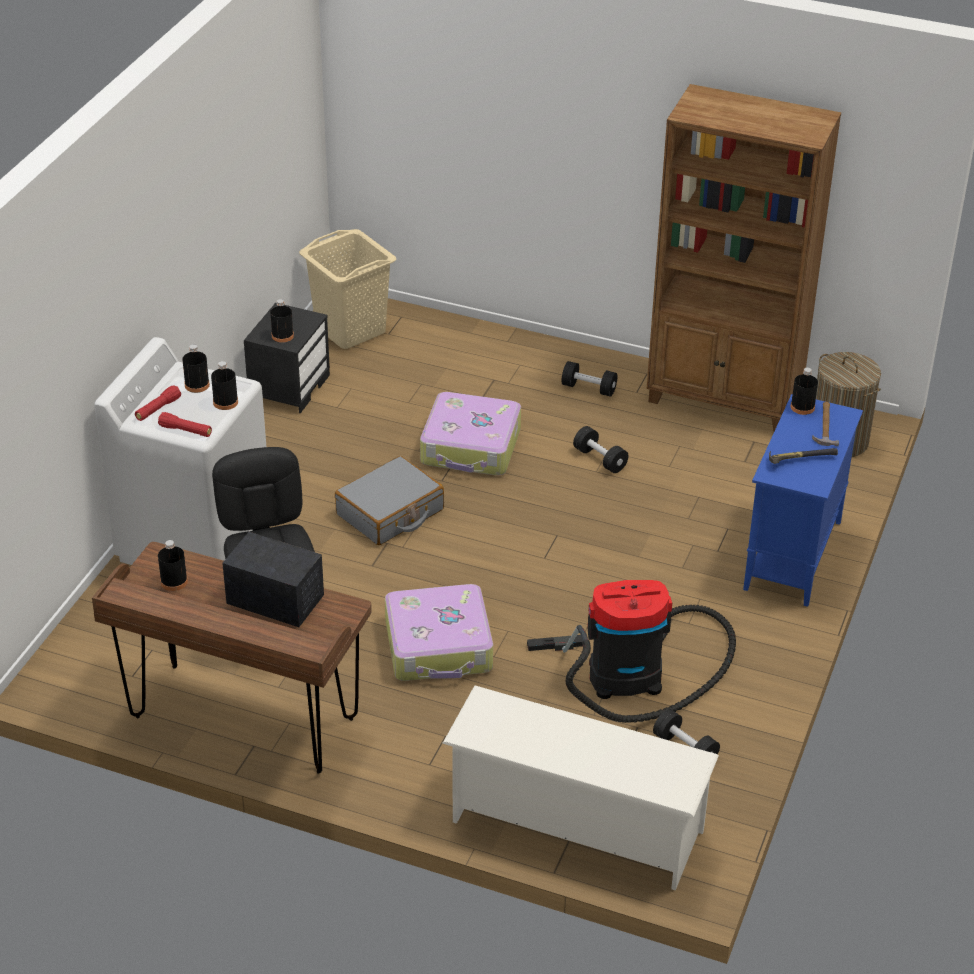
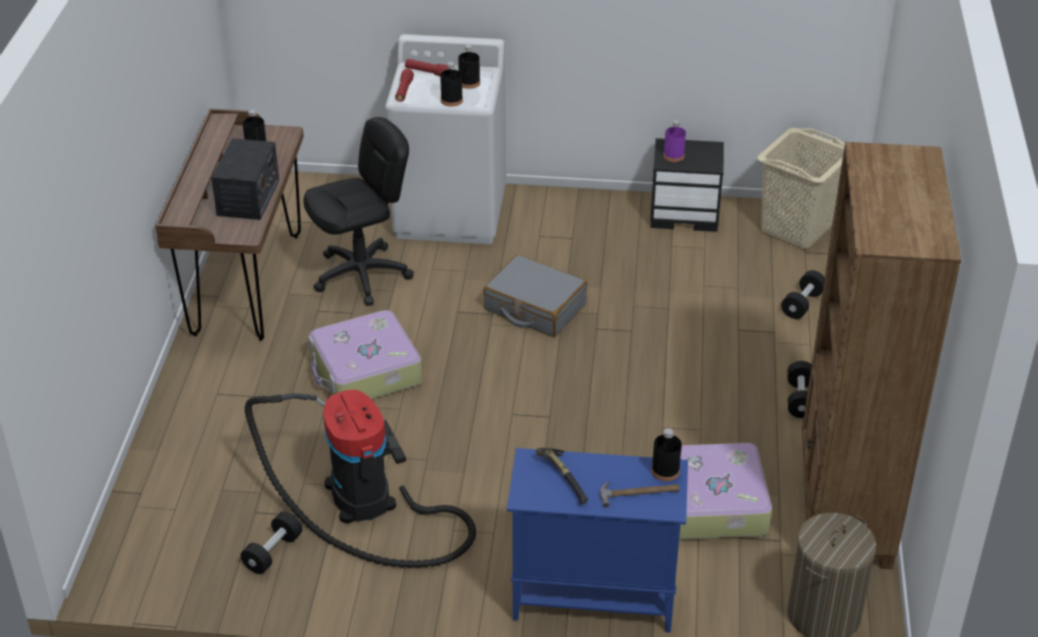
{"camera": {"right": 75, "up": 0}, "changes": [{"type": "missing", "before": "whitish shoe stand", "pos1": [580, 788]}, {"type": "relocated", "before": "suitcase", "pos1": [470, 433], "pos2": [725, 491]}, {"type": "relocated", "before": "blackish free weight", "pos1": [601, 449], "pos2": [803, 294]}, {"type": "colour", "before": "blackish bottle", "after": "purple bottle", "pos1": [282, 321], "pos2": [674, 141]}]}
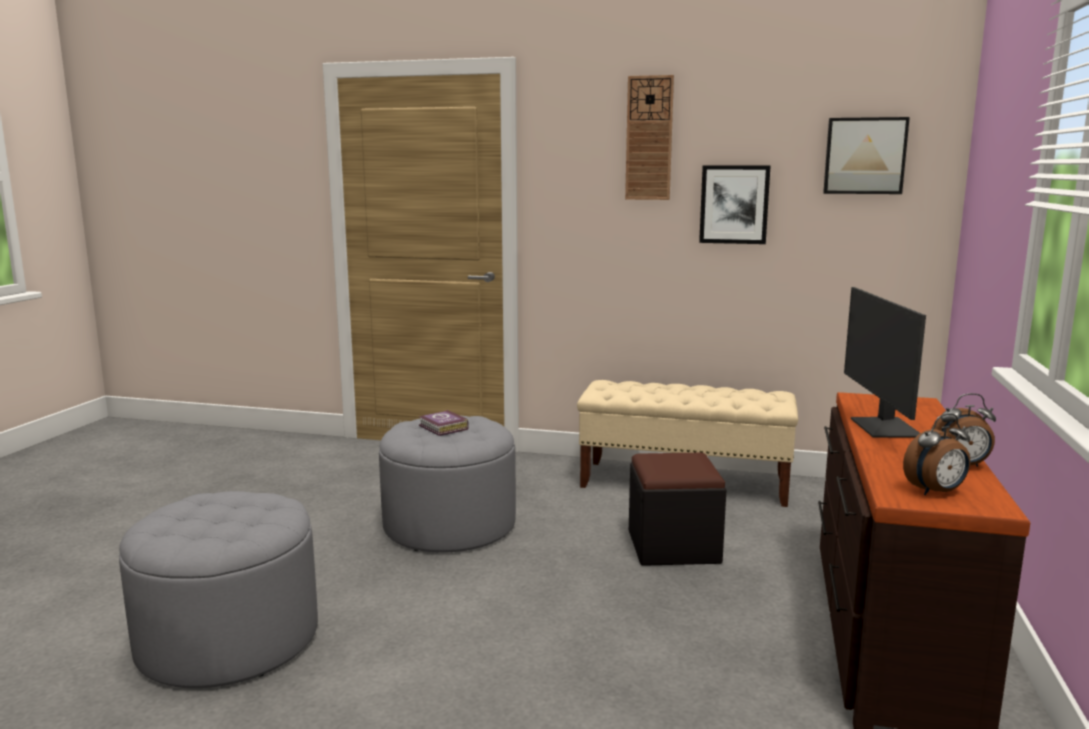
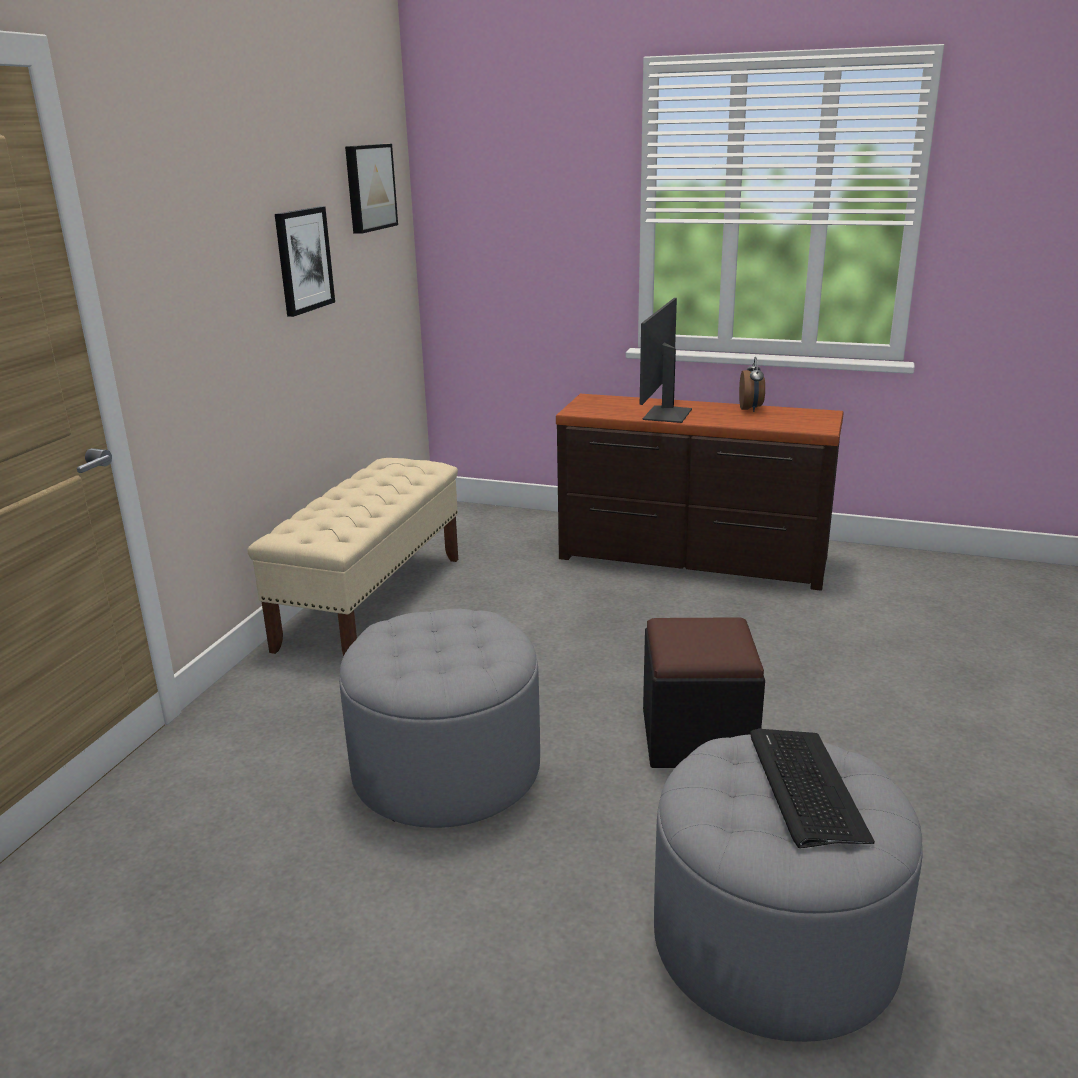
{"camera": {"right": -85, "up": 10}, "changes": [{"type": "missing", "before": "bound book", "pos1": [444, 423]}, {"type": "missing", "before": "clock on the wall", "pos1": [649, 137]}, {"type": "missing", "before": "alarm clock", "pos1": [936, 454]}, {"type": "appeared", "after": "PC keyboard", "pos2": [812, 788]}, {"type": "relocated", "before": "blackish pouffe", "pos1": [677, 509], "pos2": [704, 692]}, {"type": "spun", "before": "computer display", "pos1": [885, 362], "pos2": [666, 360], "turn": 105}]}
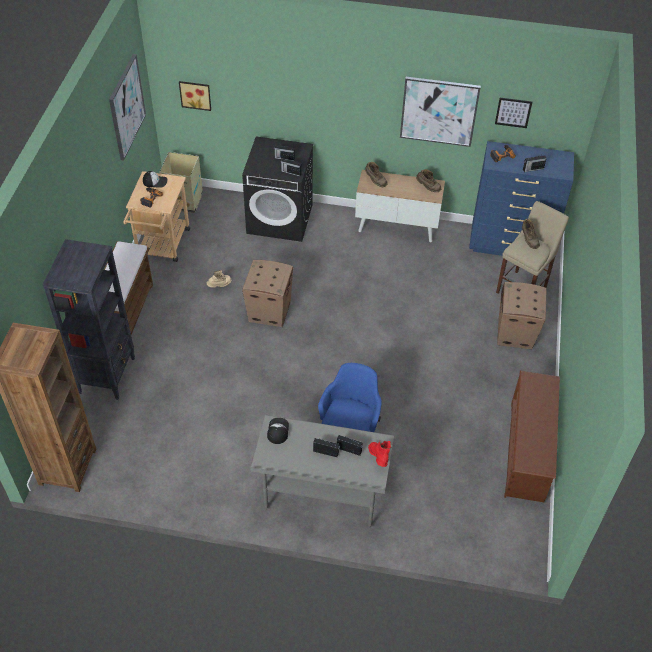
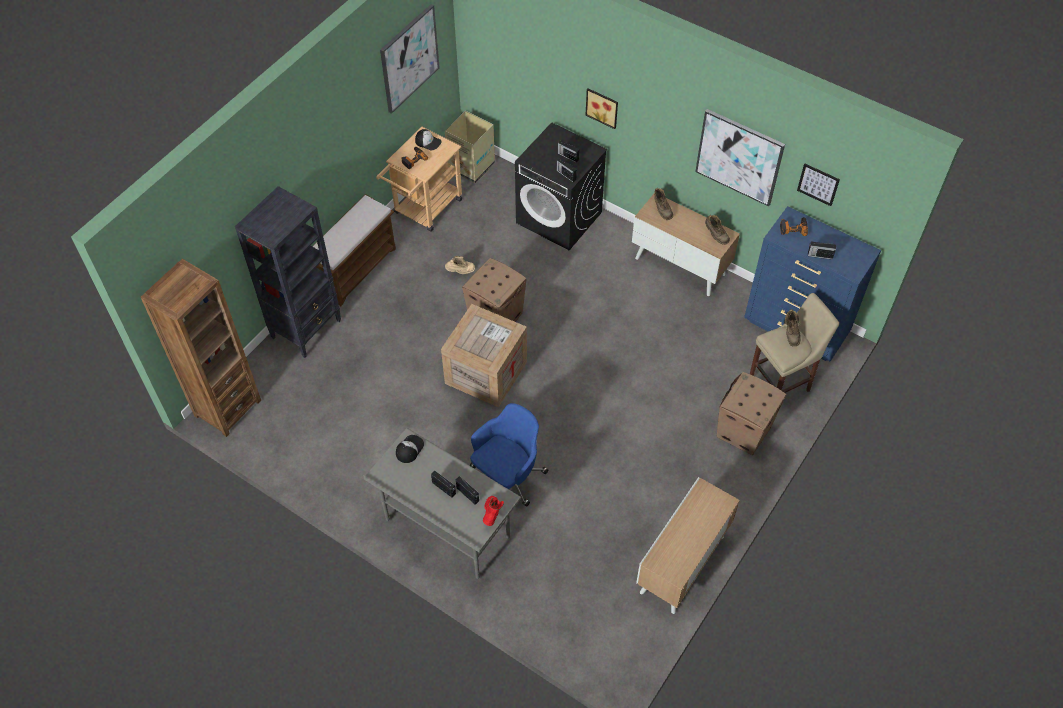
{"camera": {"right": 25, "up": 5}, "changes": [{"type": "appeared", "after": "packing crate", "pos2": [484, 355]}, {"type": "relocated", "before": "wall picture", "pos1": [195, 96], "pos2": [602, 108]}, {"type": "exchanged", "before": "brown shoe stand", "after": "storage cabinet", "pos1": [532, 436], "pos2": [688, 545]}]}
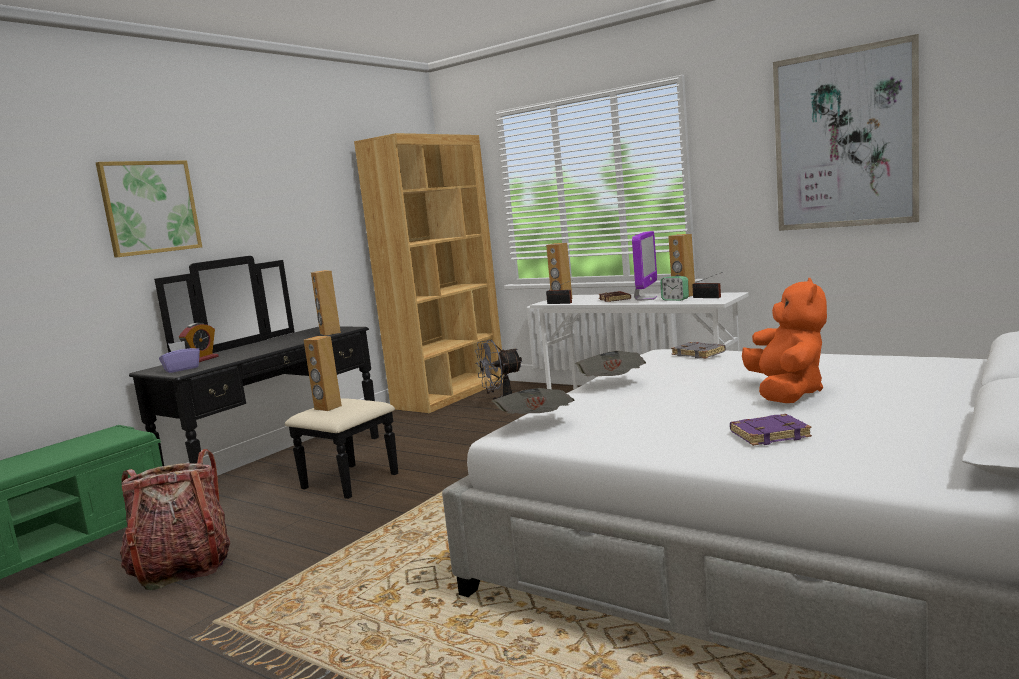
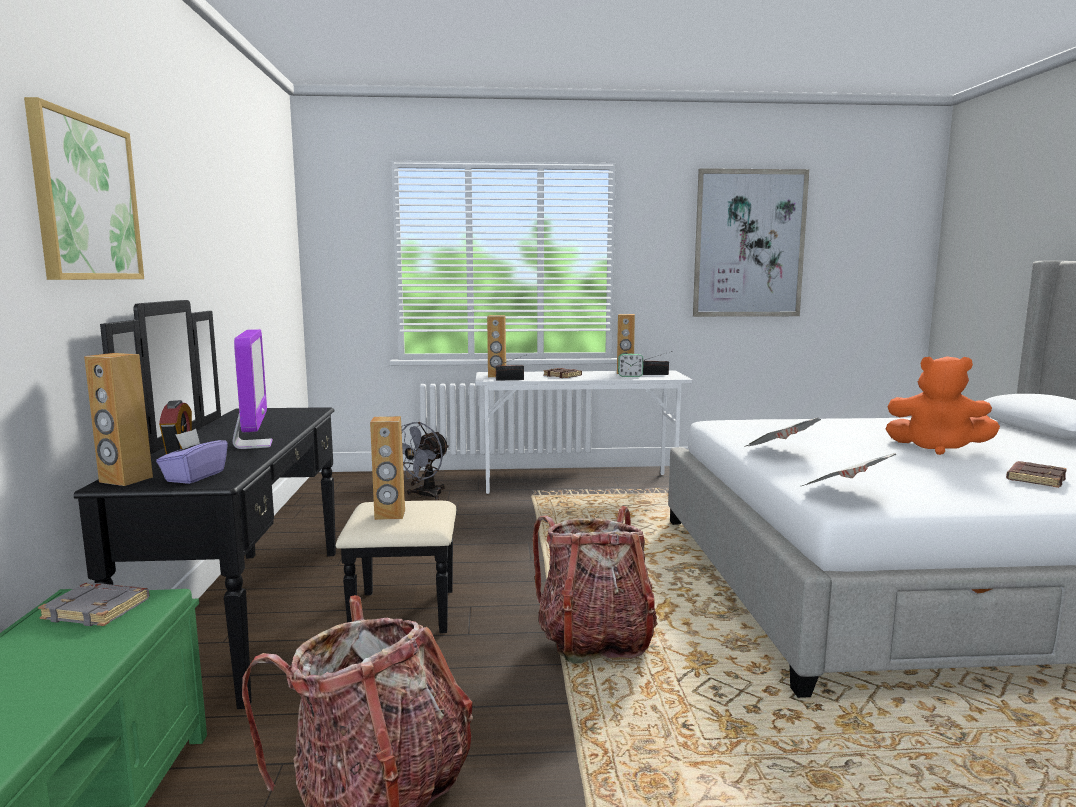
{"camera": {"right": -40, "up": 0}, "changes": [{"type": "missing", "before": "brown shelving unit", "pos1": [429, 273]}, {"type": "appeared", "after": "backpack", "pos2": [595, 585]}, {"type": "relocated", "before": "brown loudspeaker", "pos1": [326, 303], "pos2": [118, 419]}, {"type": "relocated", "before": "computer display", "pos1": [644, 265], "pos2": [253, 389]}, {"type": "relocated", "before": "grey bound book", "pos1": [698, 350], "pos2": [93, 604]}, {"type": "colour", "before": "purple bound book", "after": "brown bound book", "pos1": [771, 430], "pos2": [1036, 474]}, {"type": "spun", "before": "orange-coloured cuddly toy", "pos1": [784, 340], "pos2": [942, 405], "turn": 150}]}
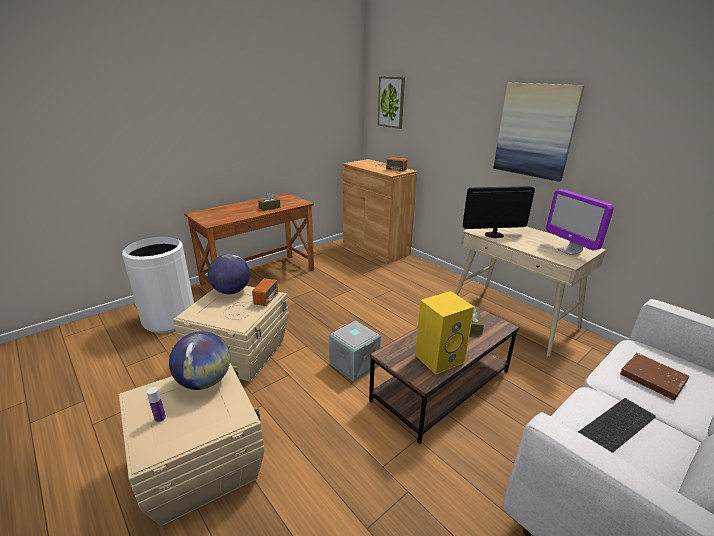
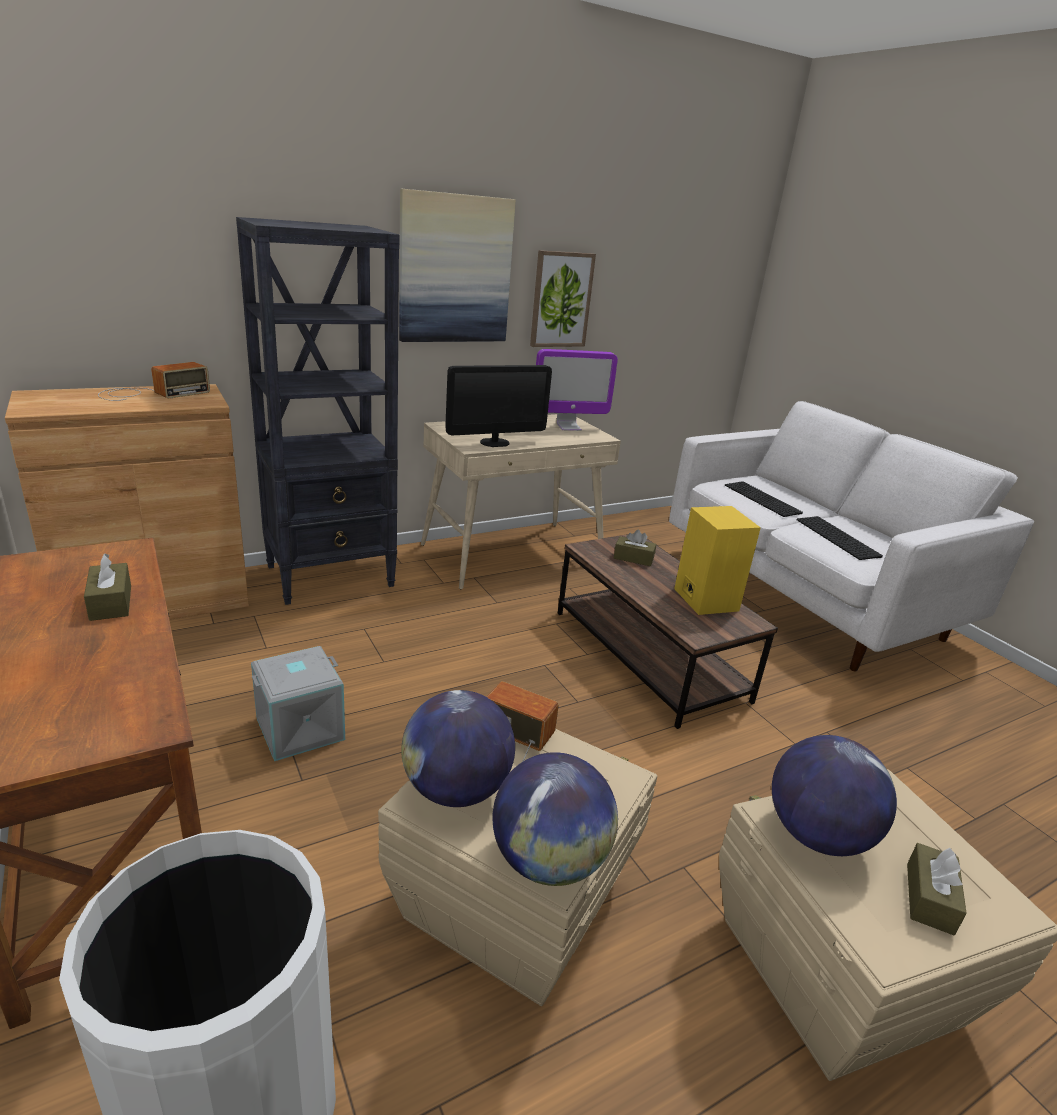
{"camera": {"right": -80, "up": 0}, "changes": [{"type": "appeared", "after": "blackish shelving unit", "pos2": [318, 411]}, {"type": "appeared", "after": "desk globe", "pos2": [555, 819]}, {"type": "relocated", "before": "grey storage container", "pos1": [355, 351], "pos2": [298, 703]}, {"type": "relocated", "before": "wall picture", "pos1": [391, 102], "pos2": [563, 298]}, {"type": "exchanged", "before": "bottle", "after": "brown tissue box", "pos1": [156, 404], "pos2": [937, 889]}, {"type": "exchanged", "before": "brown bound book", "after": "PC keyboard", "pos1": [654, 376], "pos2": [764, 499]}, {"type": "spun", "before": "computer display", "pos1": [499, 212], "pos2": [499, 406], "turn": -120}]}
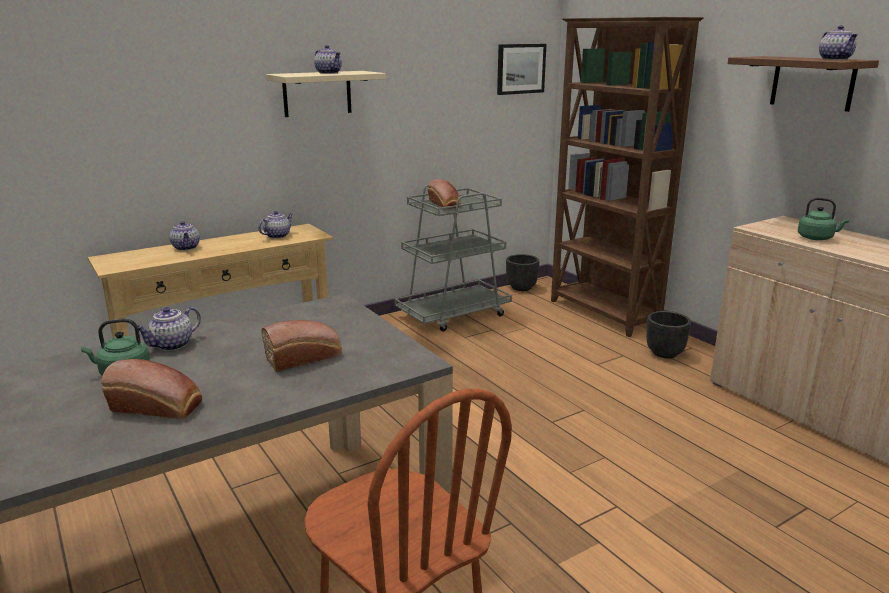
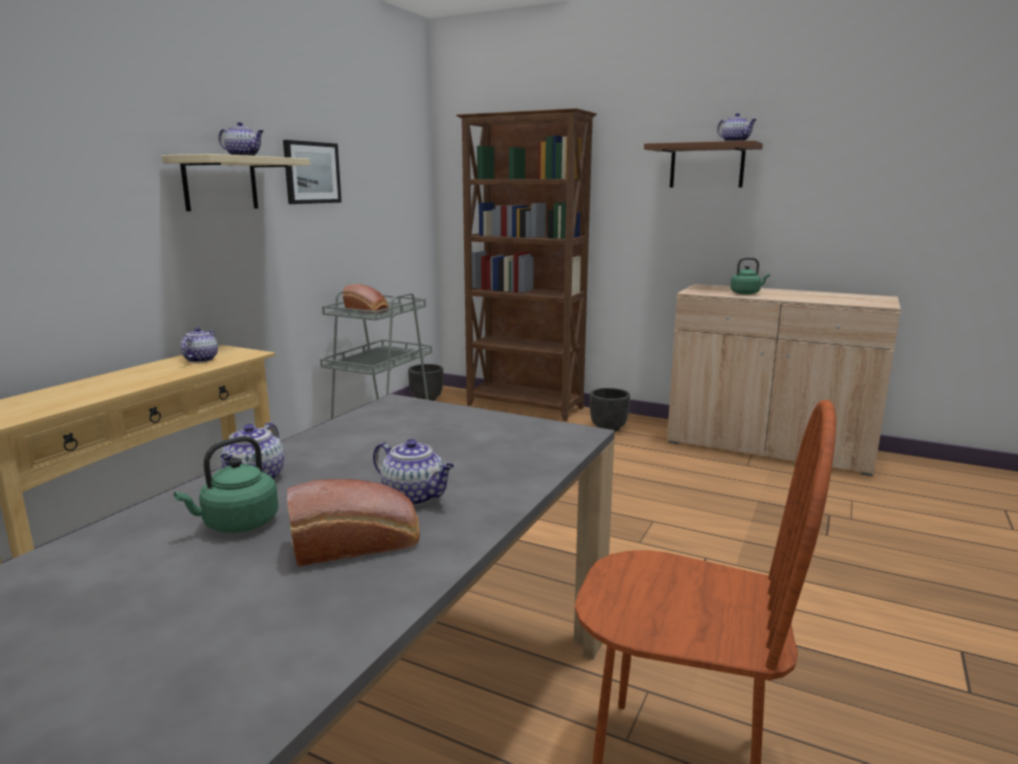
{"camera": {"right": -30, "up": -5}, "changes": [{"type": "missing", "before": "baked bread", "pos1": [301, 346]}, {"type": "relocated", "before": "tea pot", "pos1": [184, 236], "pos2": [413, 472]}, {"type": "relocated", "before": "wall picture", "pos1": [521, 69], "pos2": [312, 172]}]}
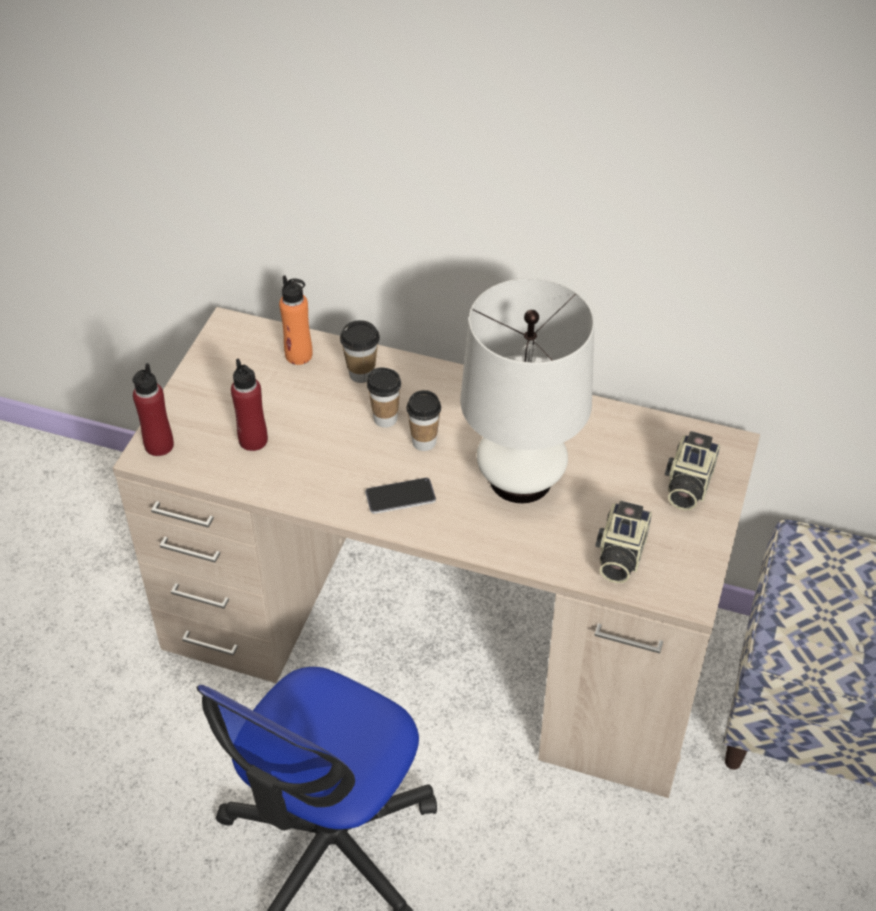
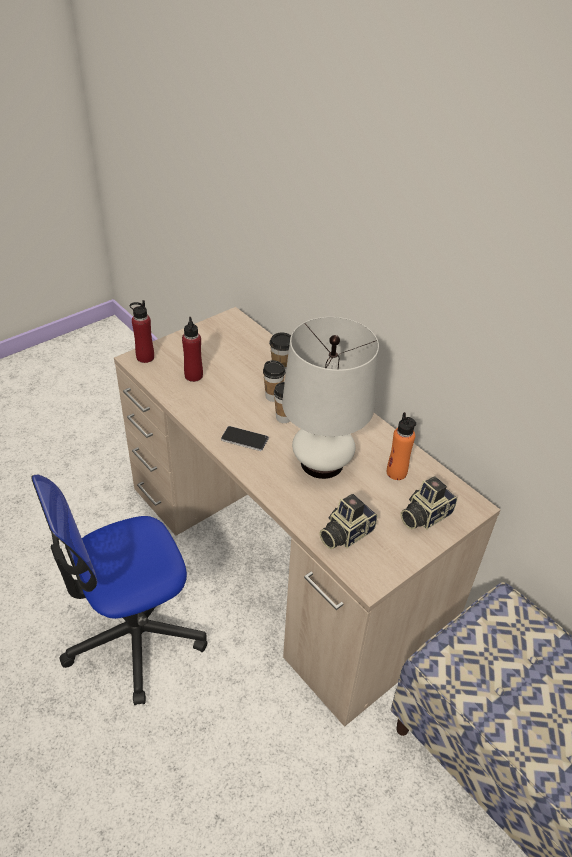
{"camera": {"right": 30, "up": -5}, "changes": [{"type": "relocated", "before": "orange-coloured bottle", "pos1": [295, 320], "pos2": [401, 446]}]}
